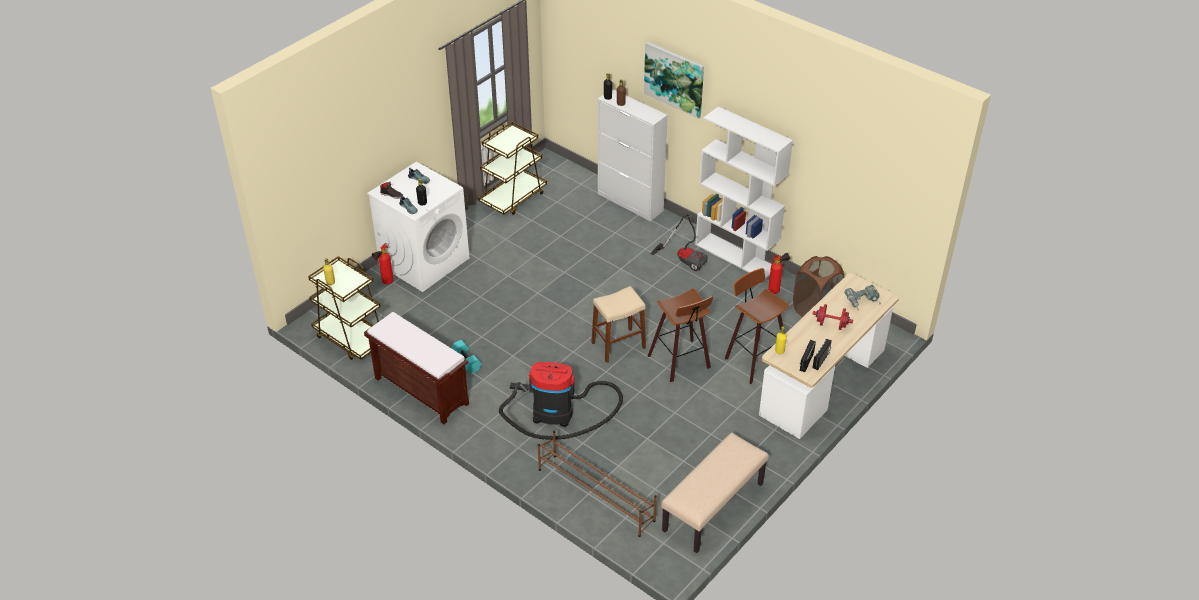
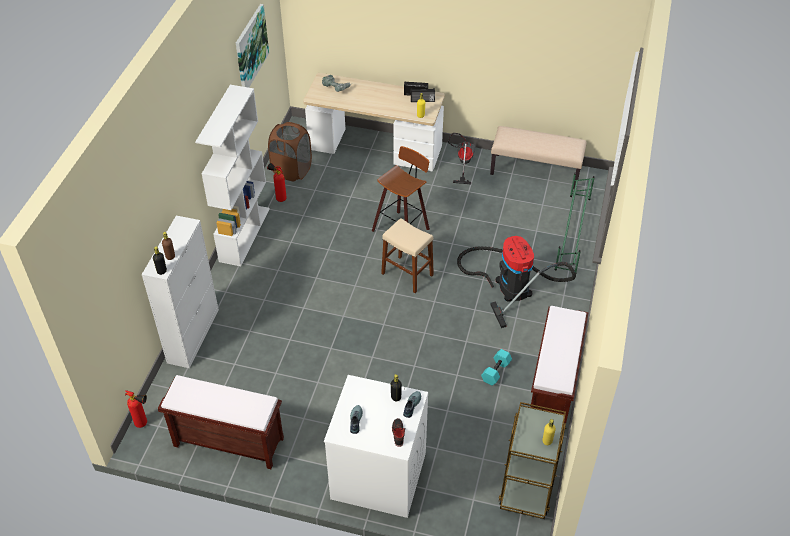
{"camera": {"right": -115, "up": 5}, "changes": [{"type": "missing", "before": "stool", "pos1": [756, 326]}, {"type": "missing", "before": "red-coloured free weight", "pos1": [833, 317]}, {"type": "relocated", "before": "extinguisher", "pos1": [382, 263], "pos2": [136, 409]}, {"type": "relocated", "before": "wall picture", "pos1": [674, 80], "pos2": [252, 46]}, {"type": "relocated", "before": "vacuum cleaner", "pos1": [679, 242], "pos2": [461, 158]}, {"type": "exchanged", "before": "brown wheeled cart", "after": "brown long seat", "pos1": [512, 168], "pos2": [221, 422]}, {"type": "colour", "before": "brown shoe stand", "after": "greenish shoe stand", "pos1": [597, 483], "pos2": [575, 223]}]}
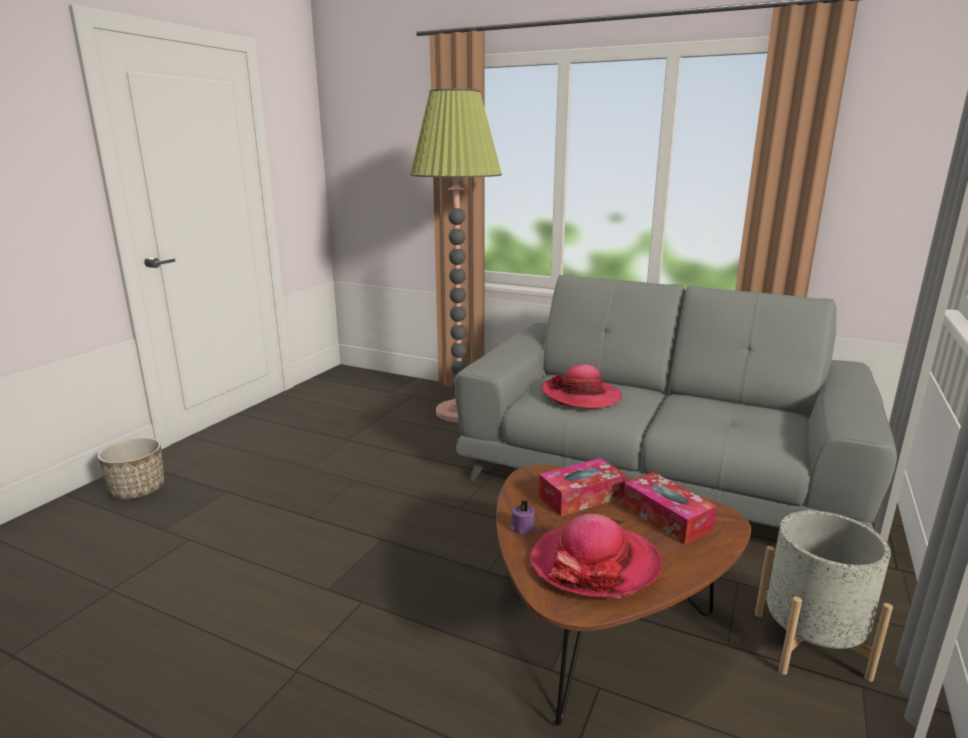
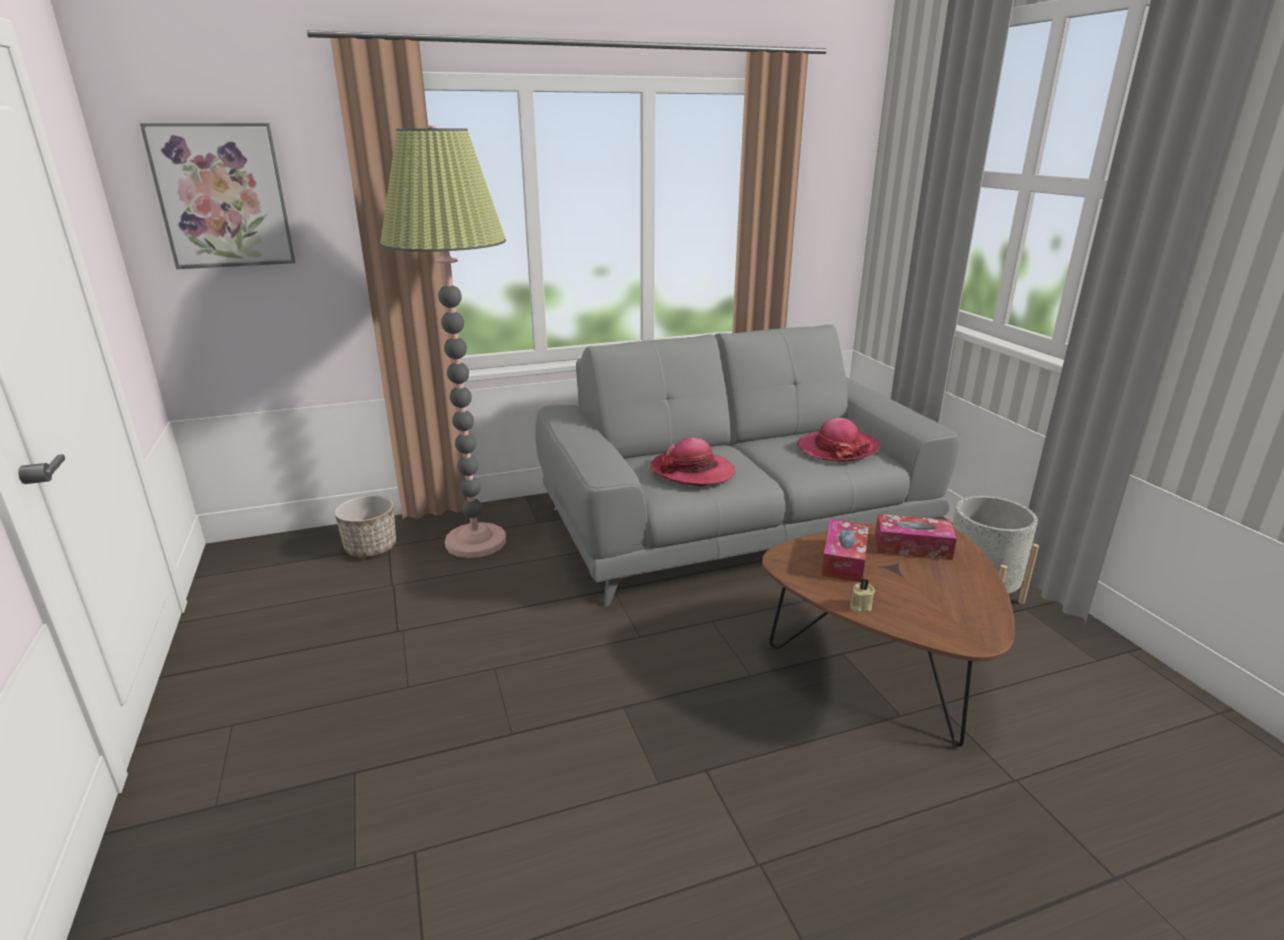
{"camera": {"right": -45, "up": 5}, "changes": [{"type": "appeared", "after": "wall picture", "pos2": [217, 196]}, {"type": "relocated", "before": "planter", "pos1": [131, 468], "pos2": [365, 526]}, {"type": "relocated", "before": "hat", "pos1": [596, 556], "pos2": [838, 440]}, {"type": "colour", "before": "purple wax candle", "after": "sand-coloured wax candle", "pos1": [522, 517], "pos2": [862, 595]}]}
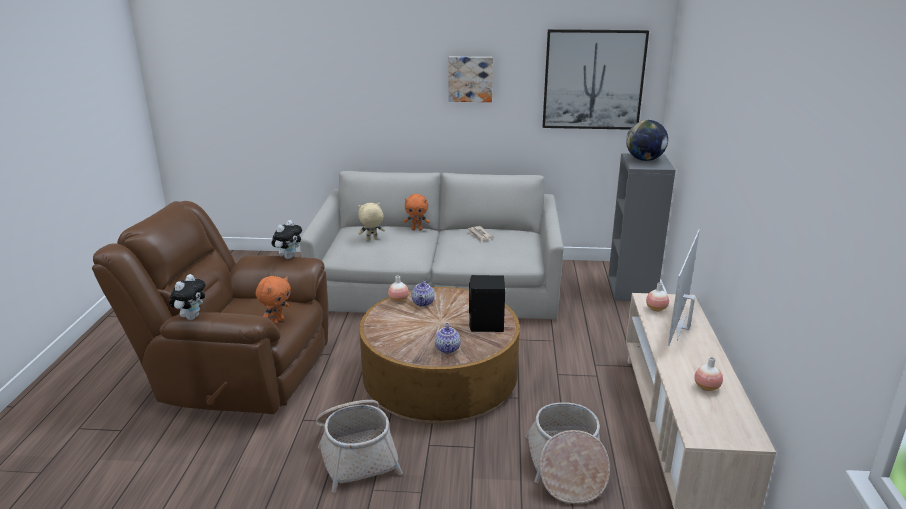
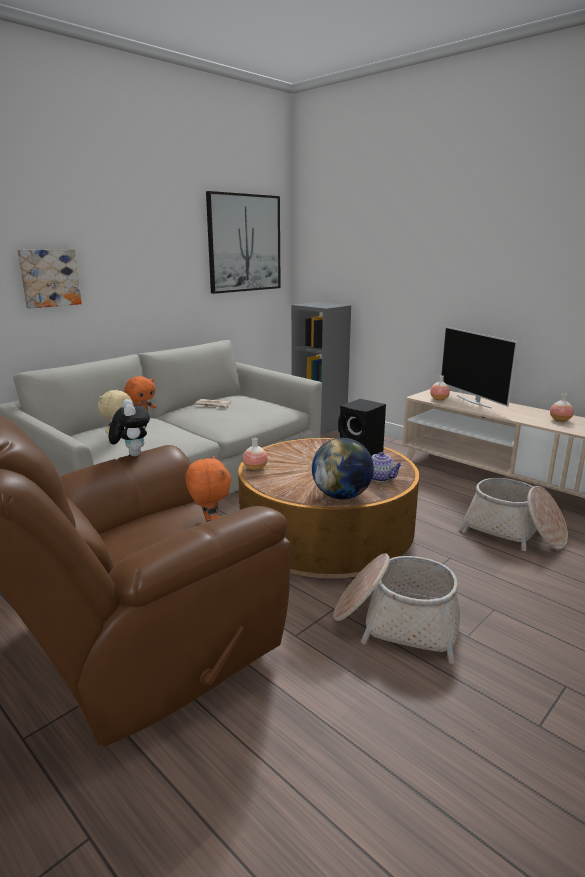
{"camera": {"right": -50, "up": -5}, "changes": [{"type": "missing", "before": "cuddly toy", "pos1": [187, 297]}, {"type": "missing", "before": "tea pot", "pos1": [423, 293]}, {"type": "relocated", "before": "wall picture", "pos1": [470, 79], "pos2": [50, 279]}, {"type": "relocated", "before": "desk globe", "pos1": [647, 140], "pos2": [343, 468]}]}
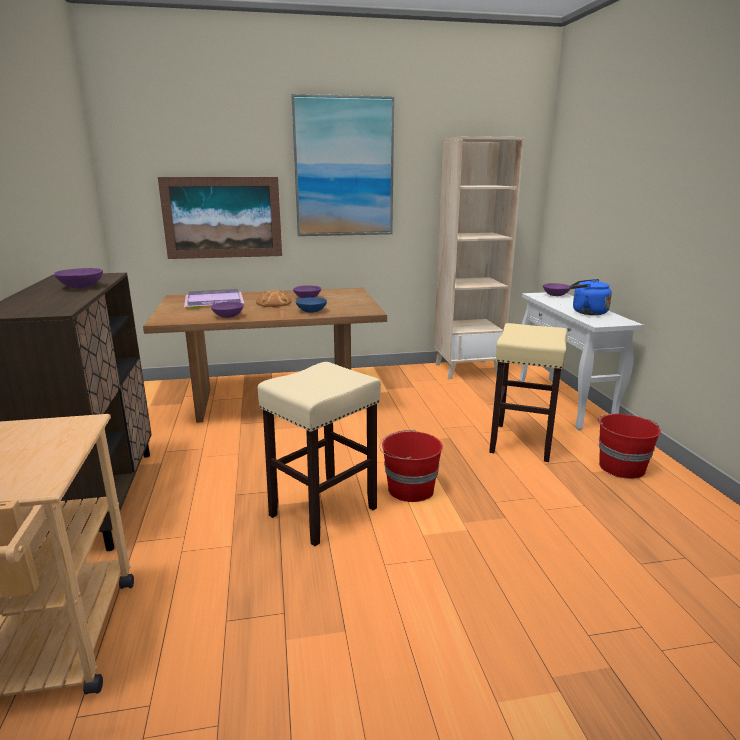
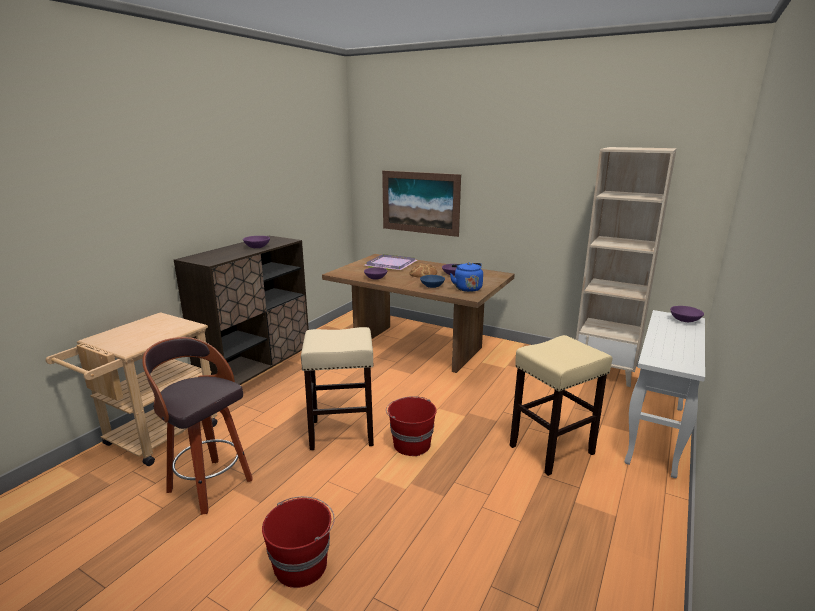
{"camera": {"right": 40, "up": 0}, "changes": [{"type": "missing", "before": "wall picture", "pos1": [342, 165]}, {"type": "appeared", "after": "stool", "pos2": [197, 426]}, {"type": "relocated", "before": "blue-coloured water kettle", "pos1": [591, 297], "pos2": [466, 277]}, {"type": "relocated", "before": "red-coloured bucket", "pos1": [629, 446], "pos2": [298, 542]}]}
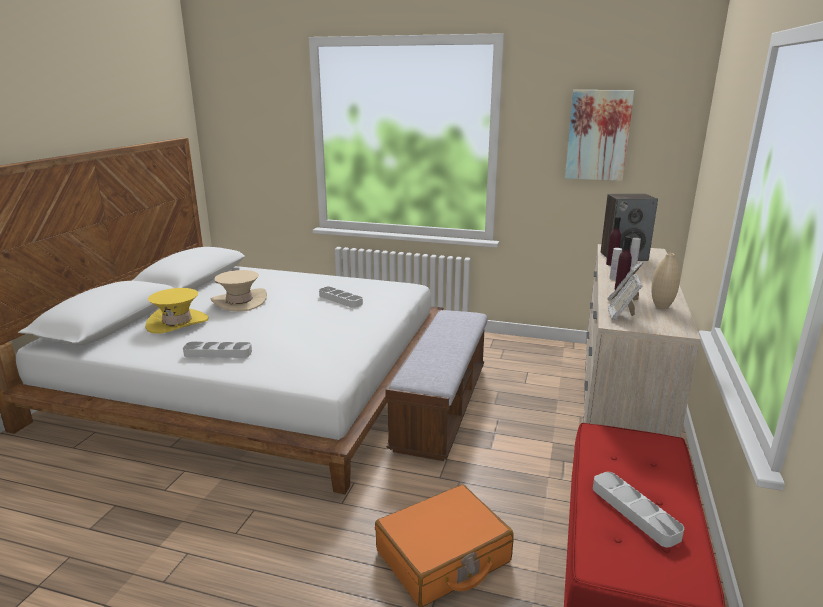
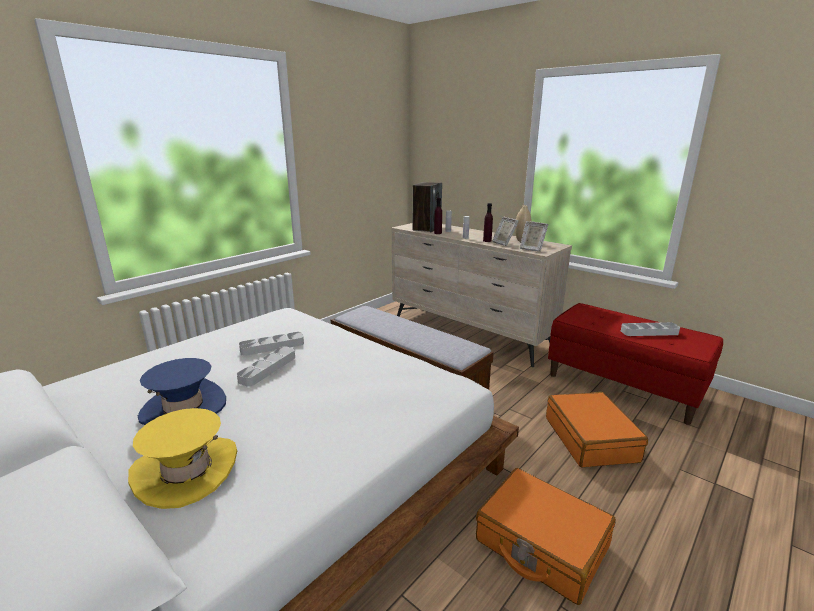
{"camera": {"right": -65, "up": 0}, "changes": [{"type": "missing", "before": "wall picture", "pos1": [599, 135]}, {"type": "appeared", "after": "orange-coloured suitcase", "pos2": [546, 536]}, {"type": "relocated", "before": "grey serving tray", "pos1": [217, 350], "pos2": [266, 366]}, {"type": "colour", "before": "sand-coloured hat", "after": "blue-coloured hat", "pos1": [238, 291], "pos2": [182, 391]}]}
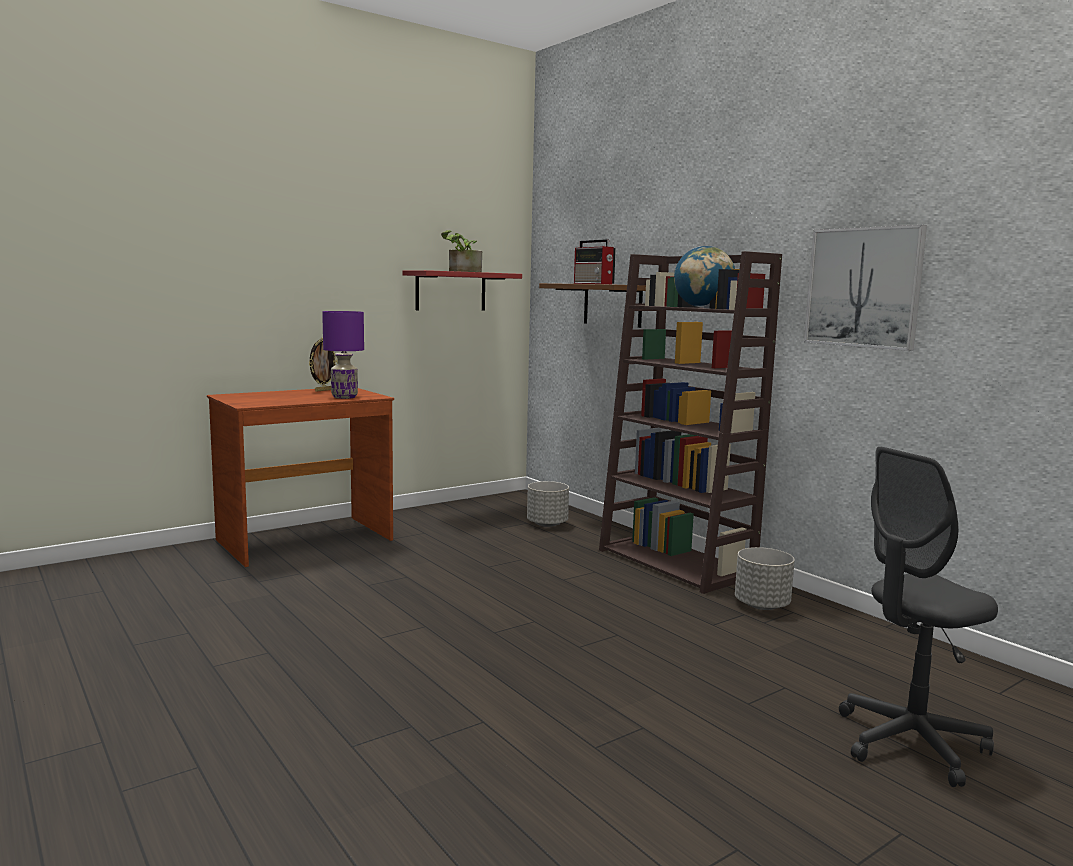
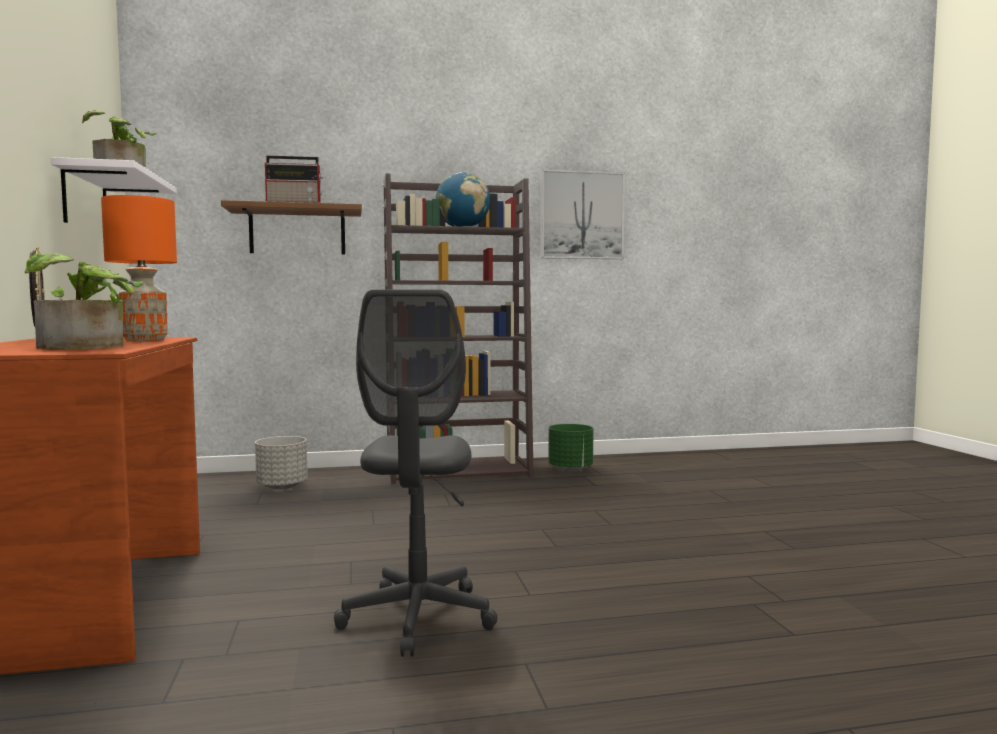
{"camera": {"right": -65, "up": -5}, "changes": [{"type": "appeared", "after": "plant in a pot", "pos2": [84, 302]}, {"type": "relocated", "before": "grey desk chair", "pos1": [918, 617], "pos2": [415, 473]}, {"type": "colour", "before": "purple tabletop lamp", "after": "orange-coloured tabletop lamp", "pos1": [343, 355], "pos2": [139, 268]}, {"type": "colour", "before": "red-coloured wall shelf", "after": "whitish wall shelf", "pos1": [462, 290], "pos2": [114, 190]}, {"type": "colour", "before": "grey planter", "after": "greenish planter", "pos1": [765, 578], "pos2": [571, 448]}]}
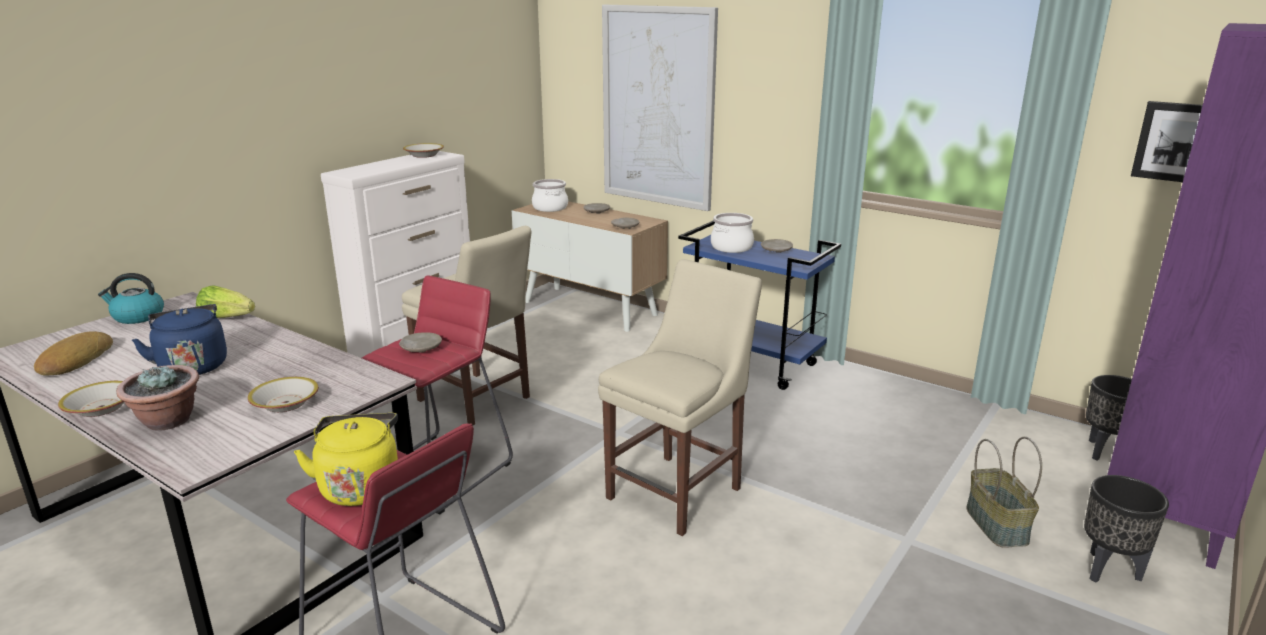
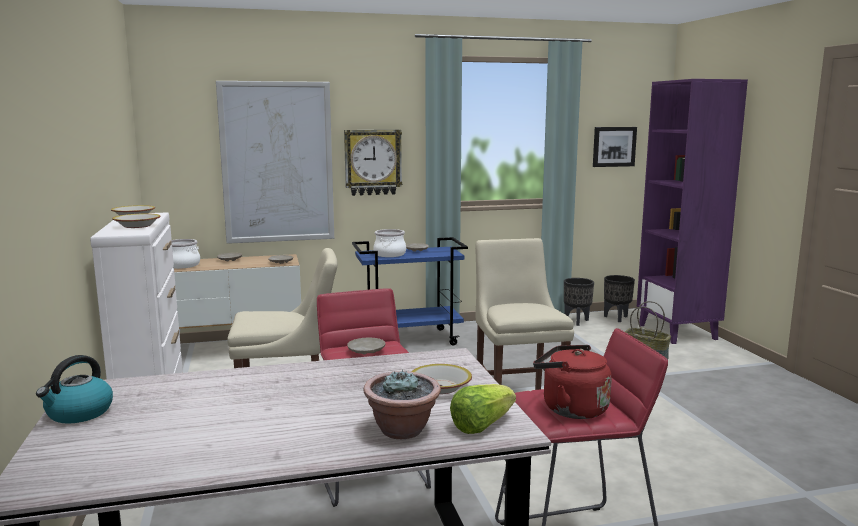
{"camera": {"right": -50, "up": -10}, "changes": [{"type": "missing", "before": "baked bread", "pos1": [73, 353]}, {"type": "missing", "before": "blue-coloured water kettle", "pos1": [179, 339]}, {"type": "appeared", "after": "clock on the wall", "pos2": [373, 163]}, {"type": "relocated", "before": "serving bowl", "pos1": [91, 399], "pos2": [136, 220]}, {"type": "relocated", "before": "lettuce", "pos1": [225, 301], "pos2": [483, 409]}, {"type": "relocated", "before": "blackish planter", "pos1": [1126, 529], "pos2": [579, 302]}, {"type": "colour", "before": "yellow water kettle", "after": "red-coloured water kettle", "pos1": [346, 459], "pos2": [572, 382]}]}
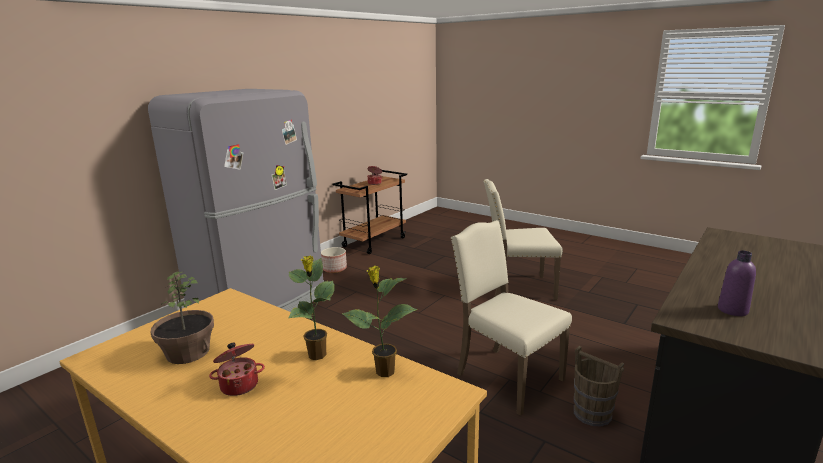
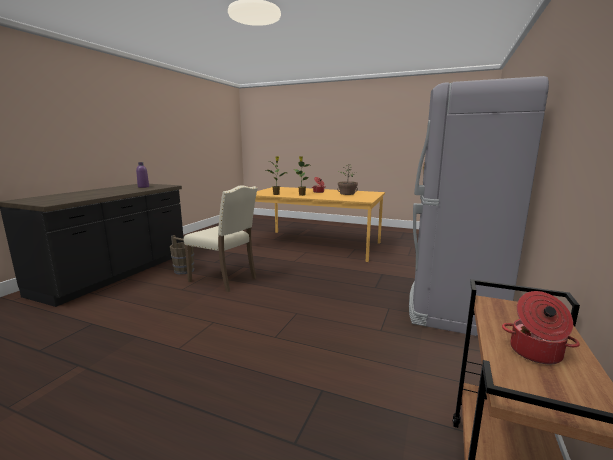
{"camera": {"right": 165, "up": -5}, "changes": [{"type": "missing", "before": "planter", "pos1": [334, 260]}, {"type": "missing", "before": "sand-coloured upright chair", "pos1": [523, 239]}]}
